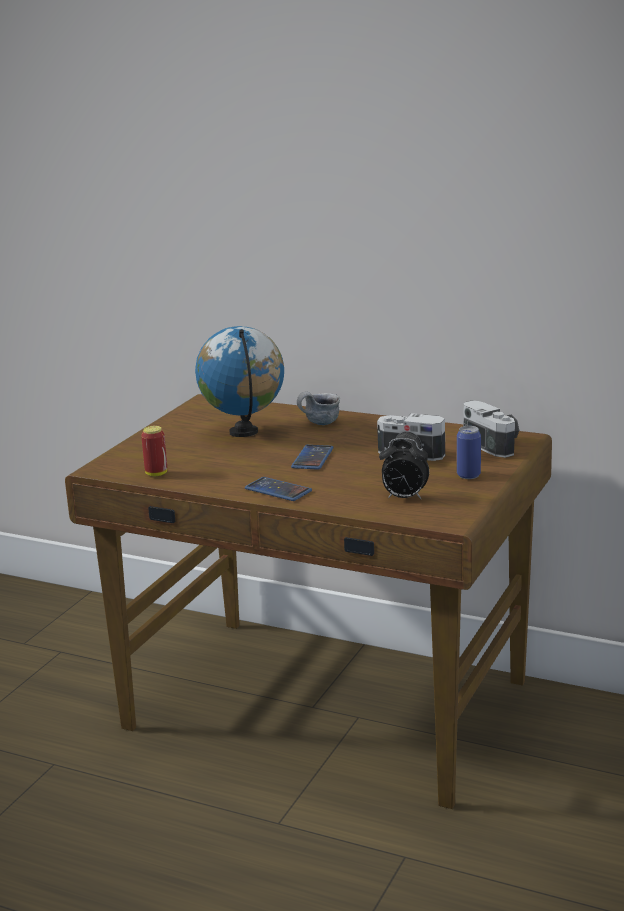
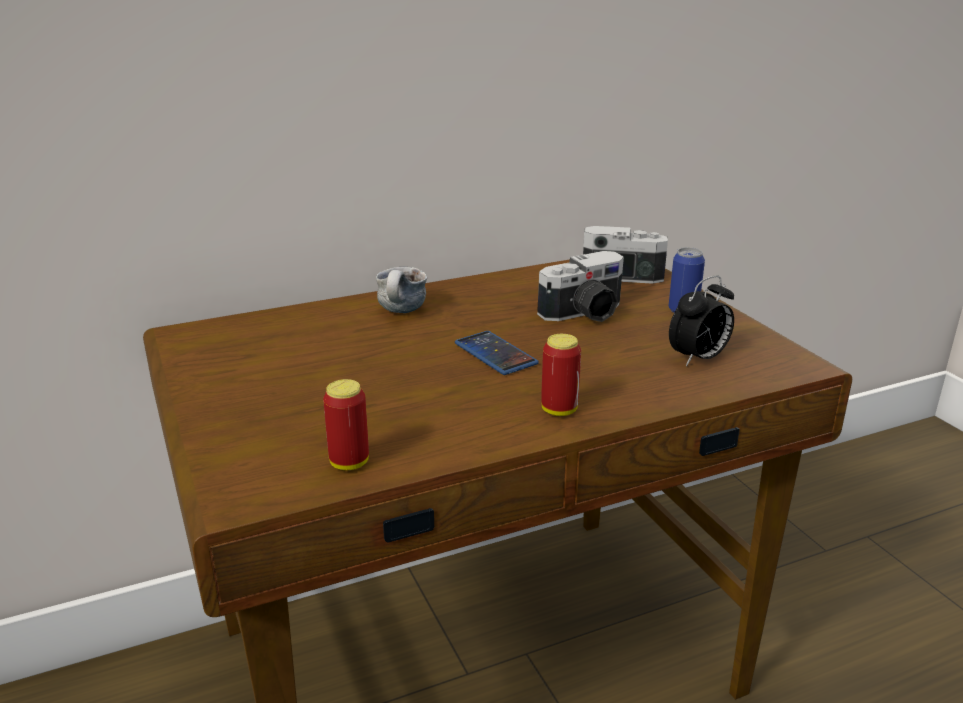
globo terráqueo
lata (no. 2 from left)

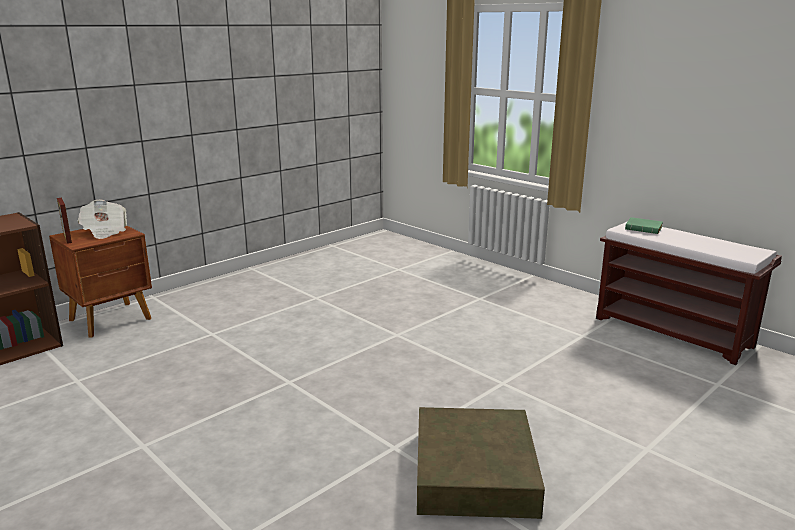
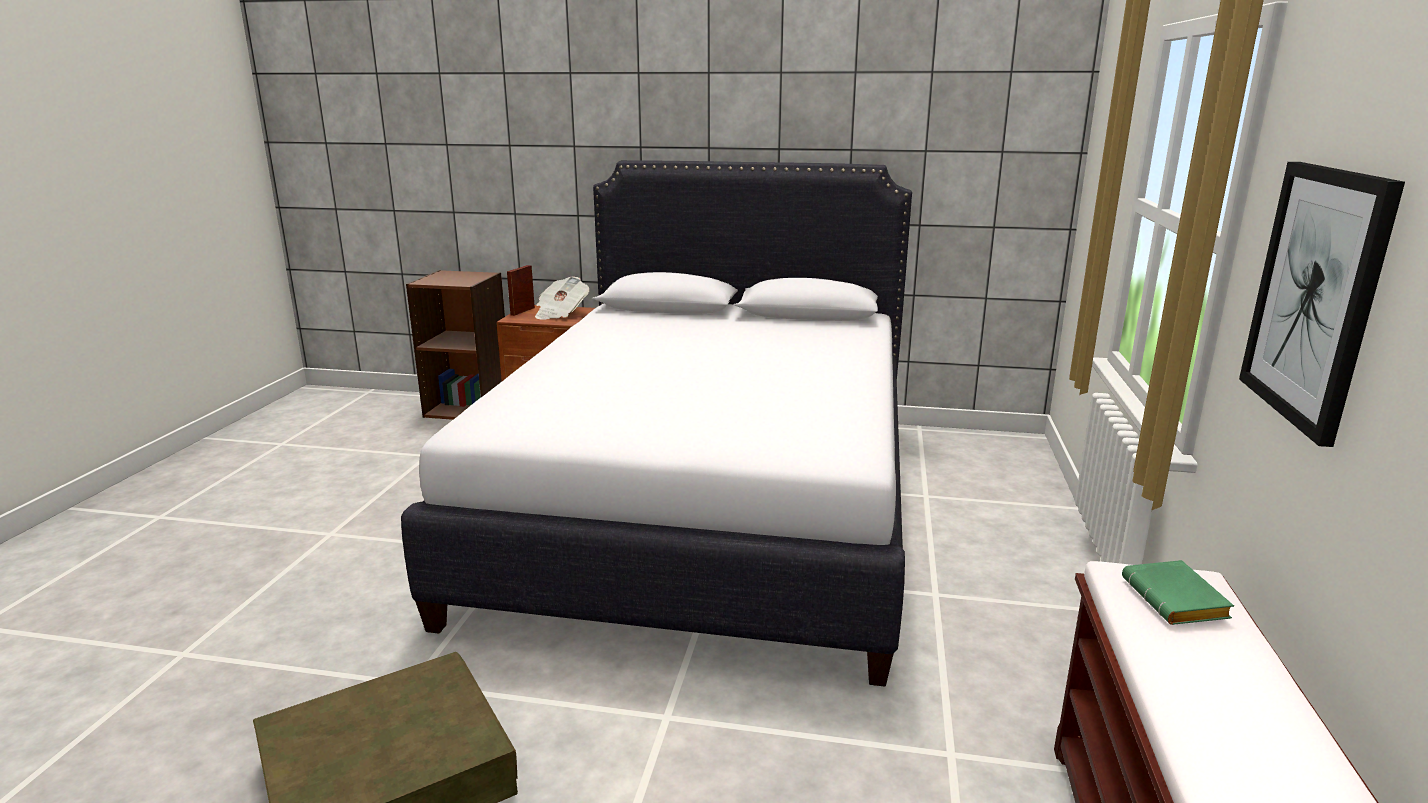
cama (blanco)
cuadro

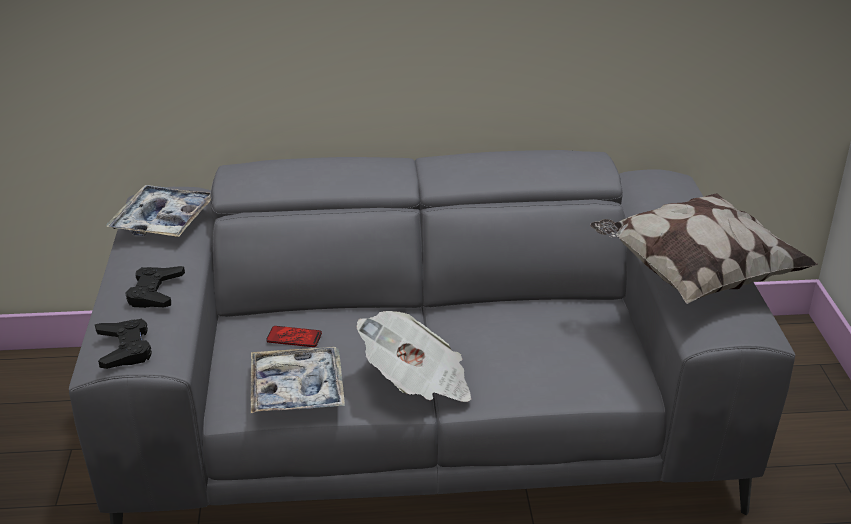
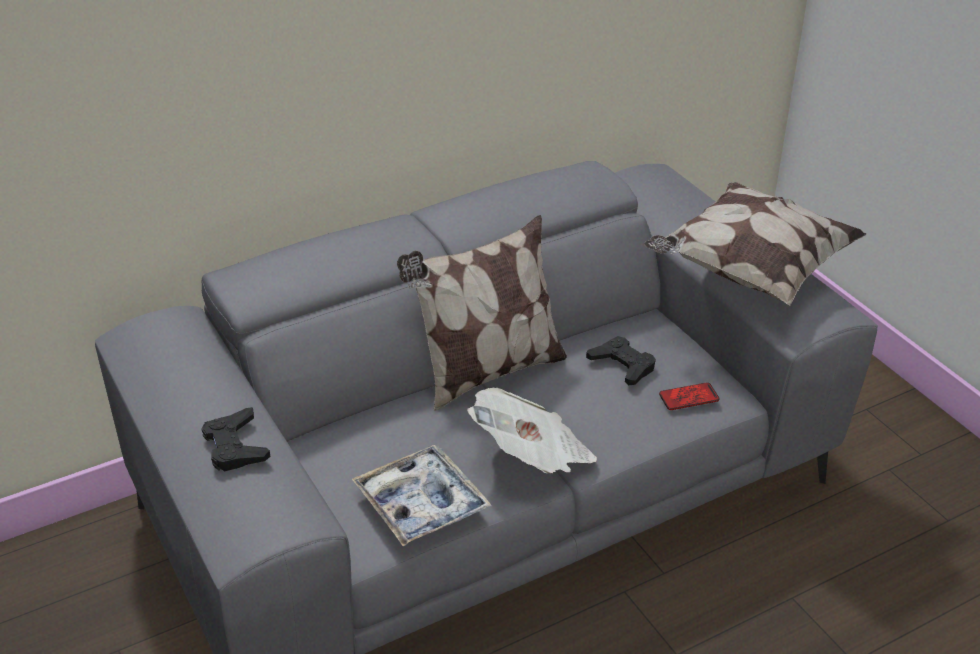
bandeja (no. 1 from left in the first image)
mando de consola (negro) (no. 2 from left)
móvil
cojín (no. 1 from left)

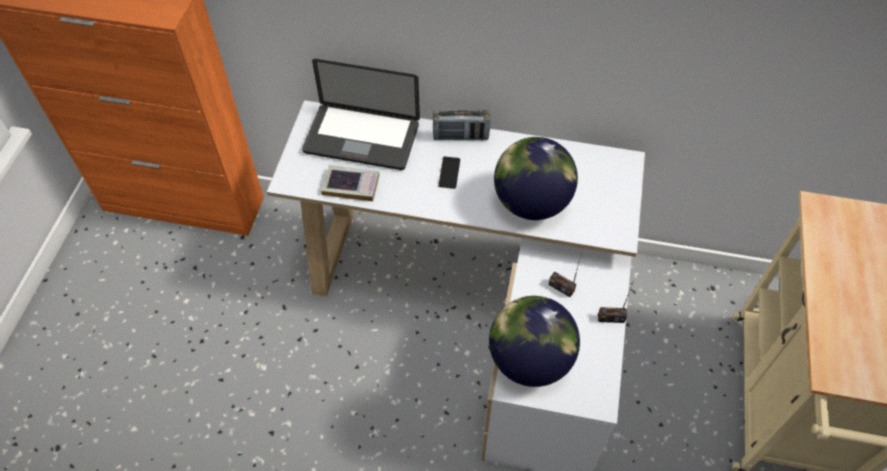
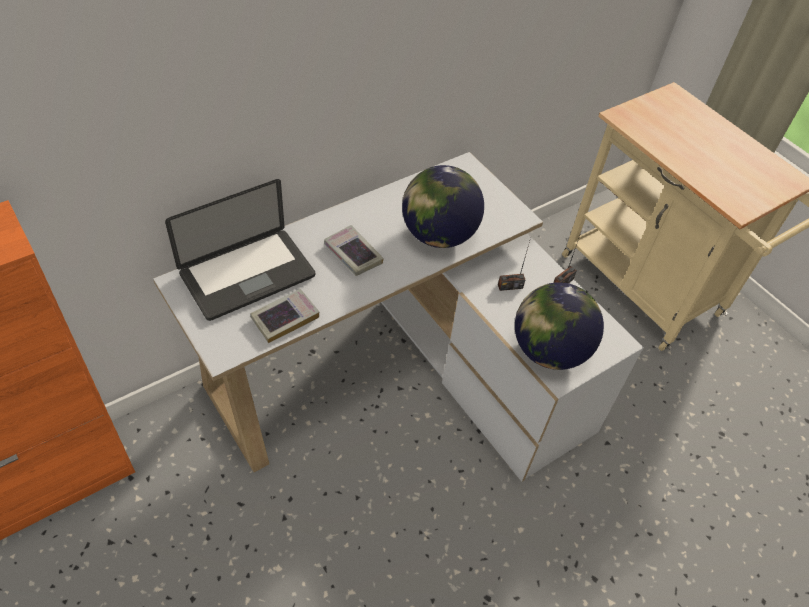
radio (no. 1 from left in the first image)
libro (no. 2 from left)

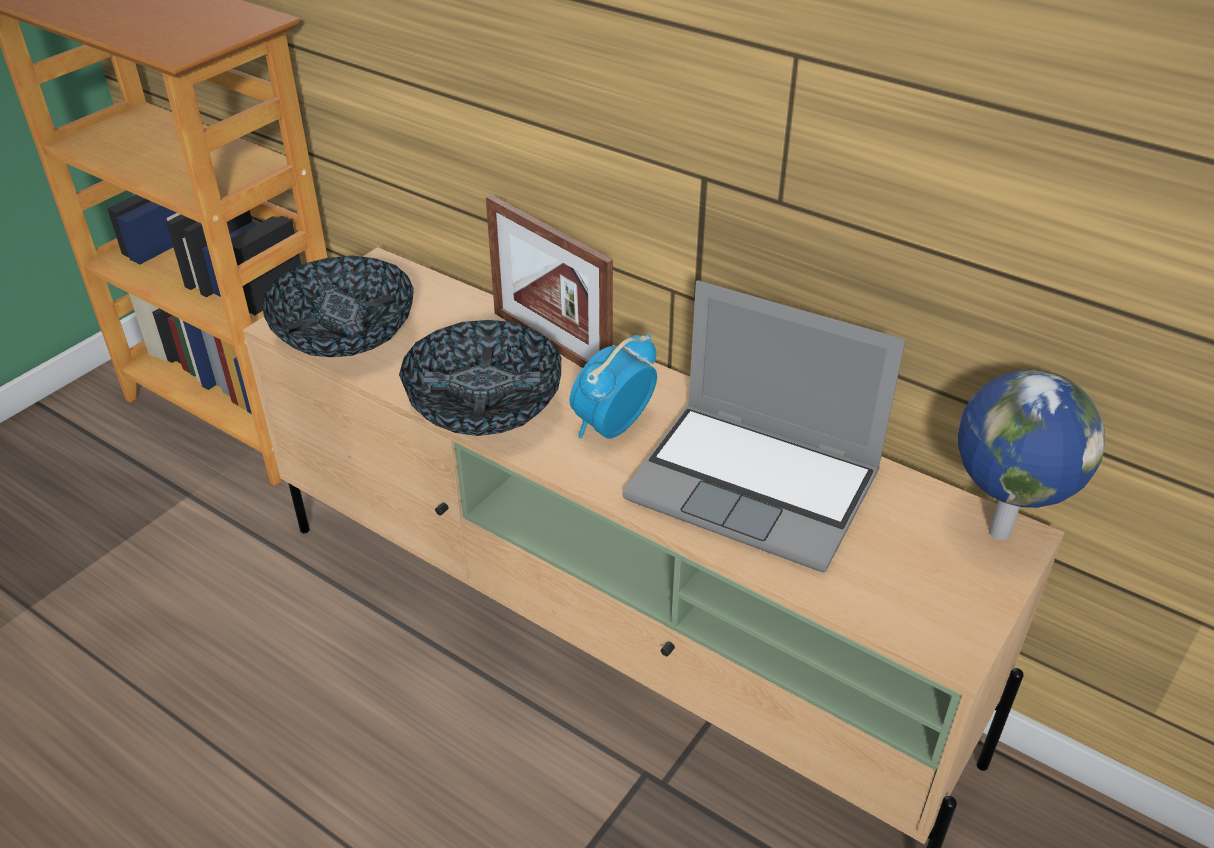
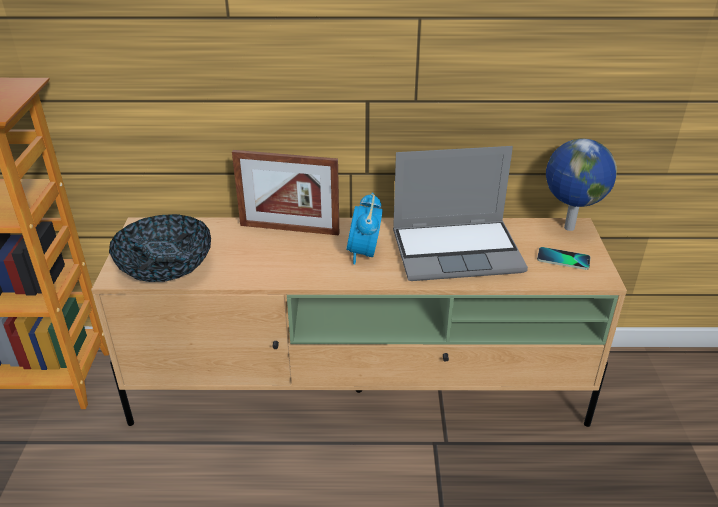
cuenco (no. 2 from left in the first image)
móvil

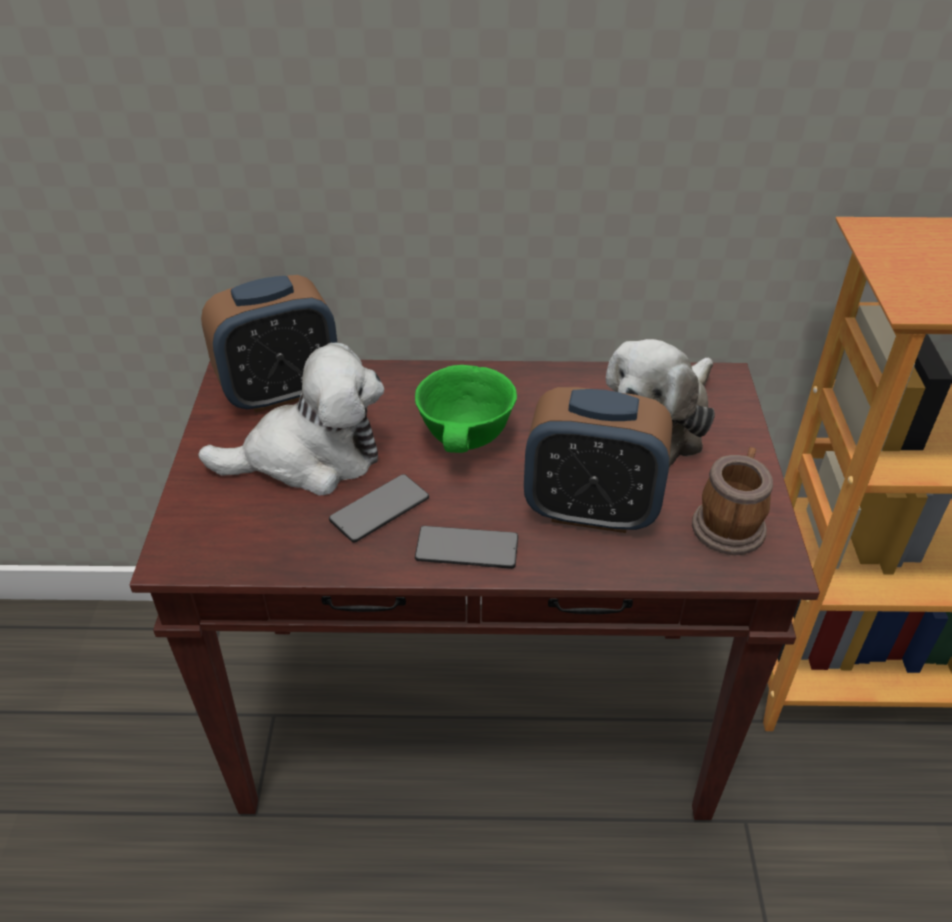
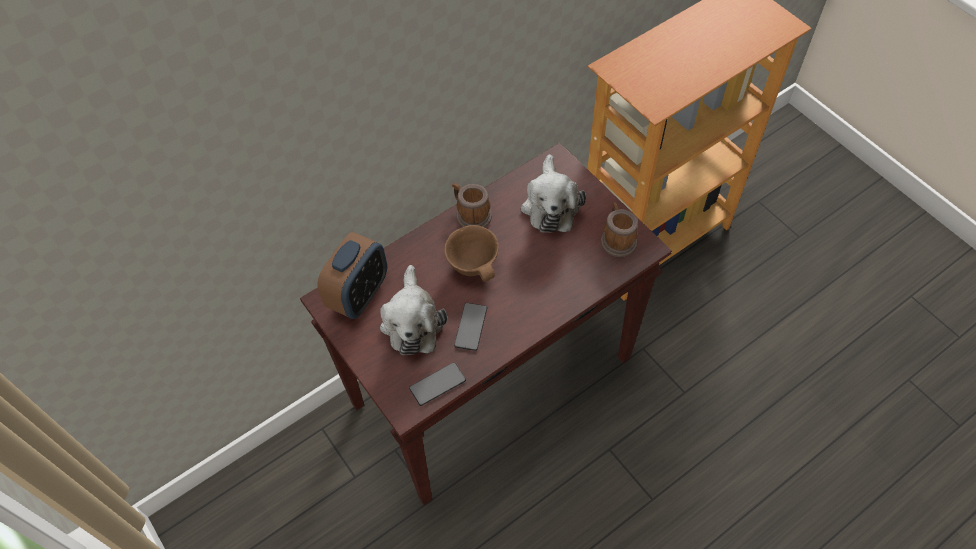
peluche (no. 1 from left)
cuenco (marrón)
despertador (no. 2 from left in the first image)
móvil (no. 1 from left)
taza grande (no. 1 from left)

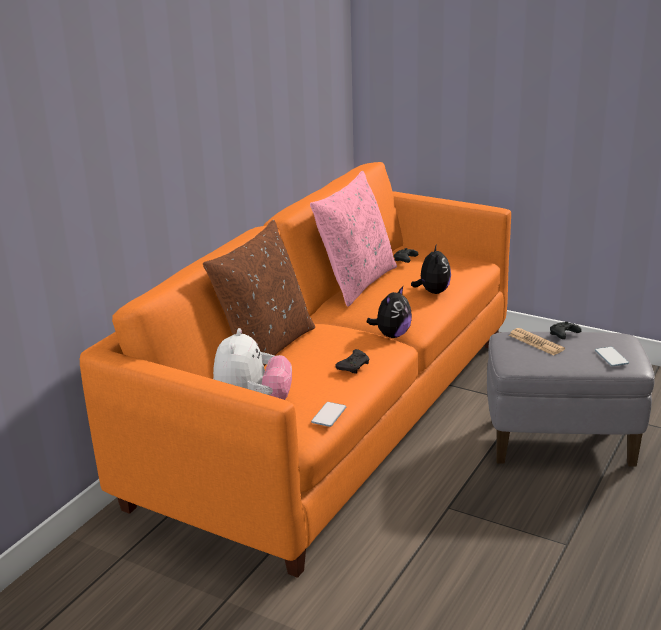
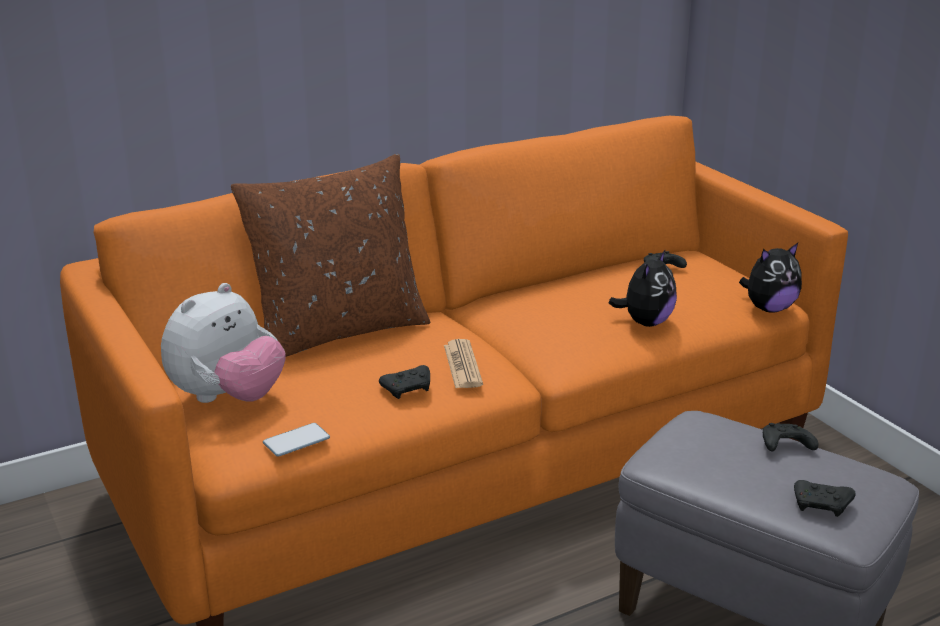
cojín (rosa)
peluche (no. 3 from left)
periódico
mando de consola (negro) (no. 4 from left)

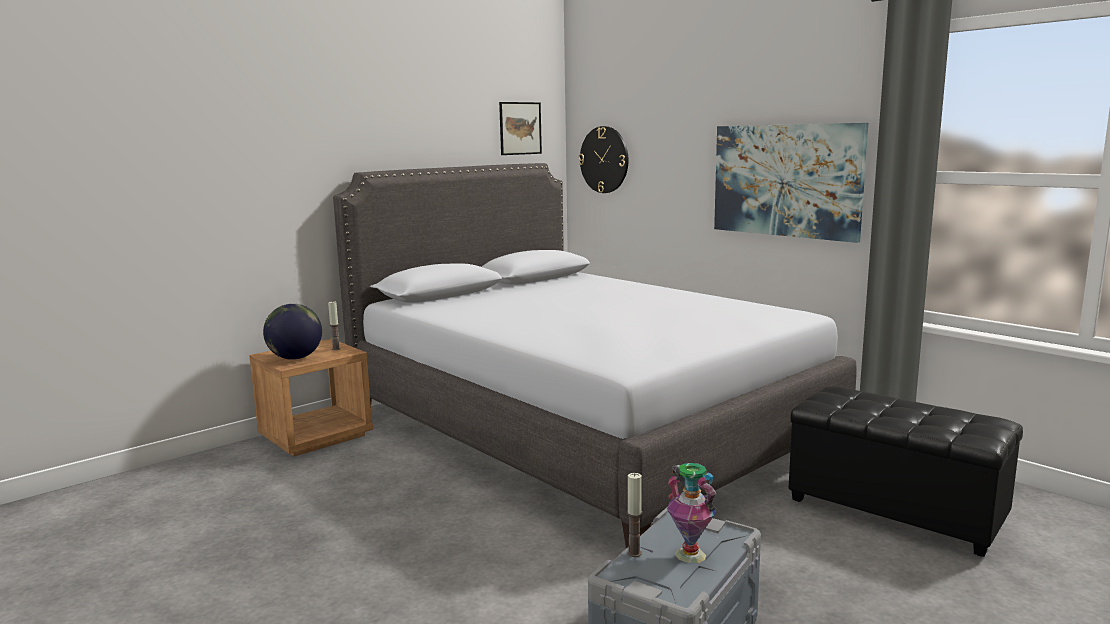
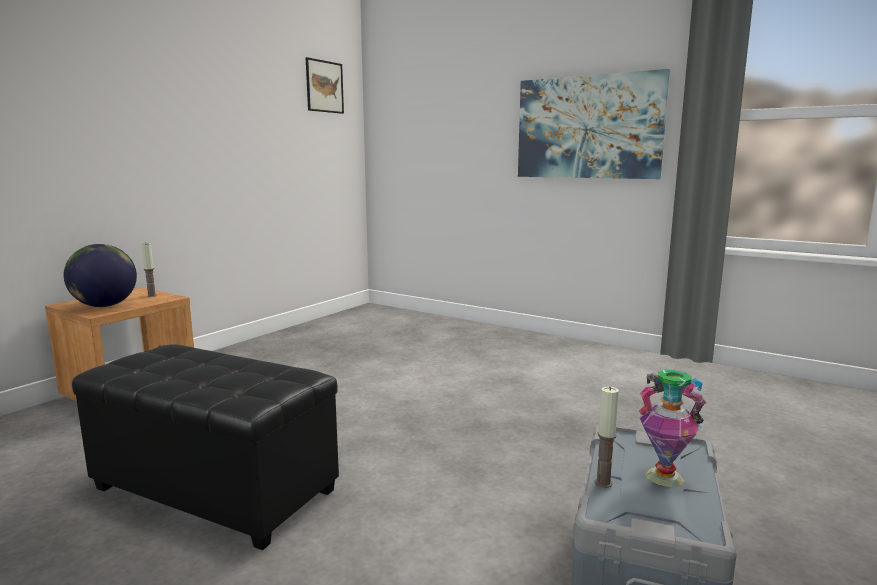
reloj de pared
cama (gris)
puf (negro)

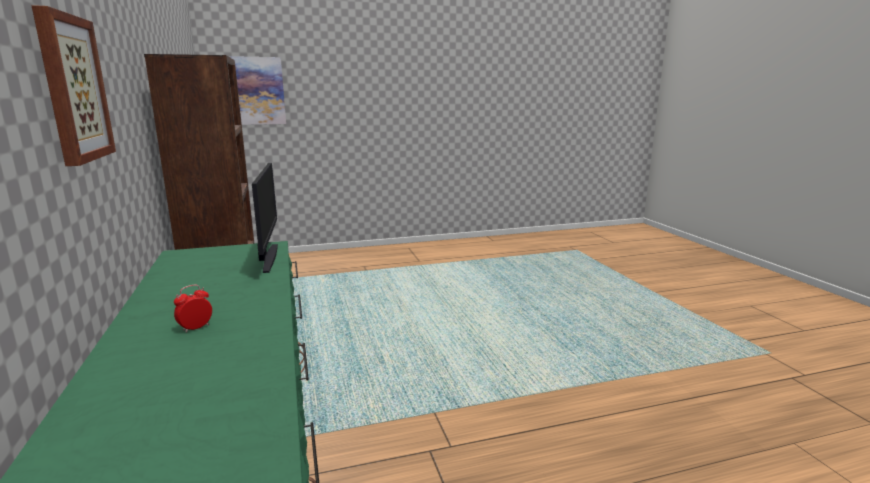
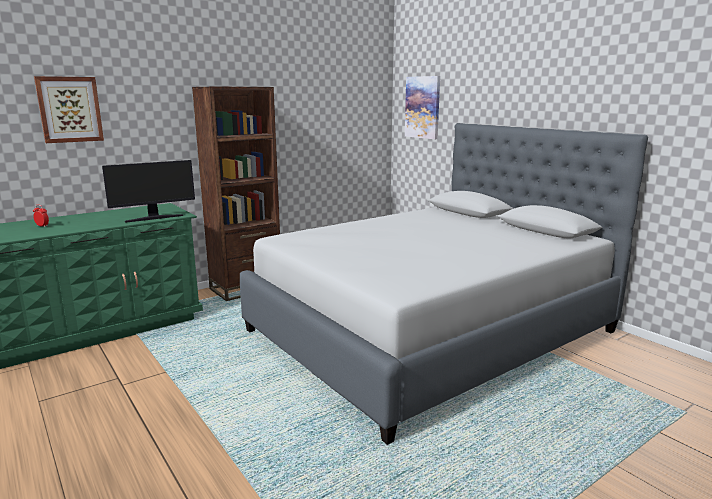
cama (gris)

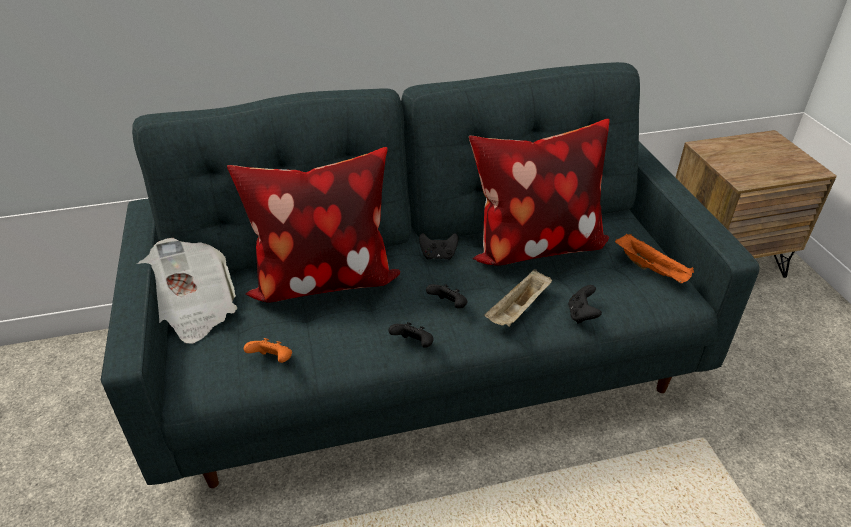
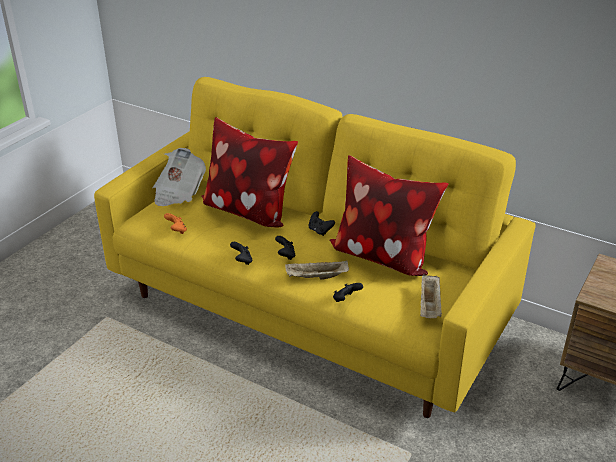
sofá (amarillo)
bandeja (beis) (no. 2 from left)

